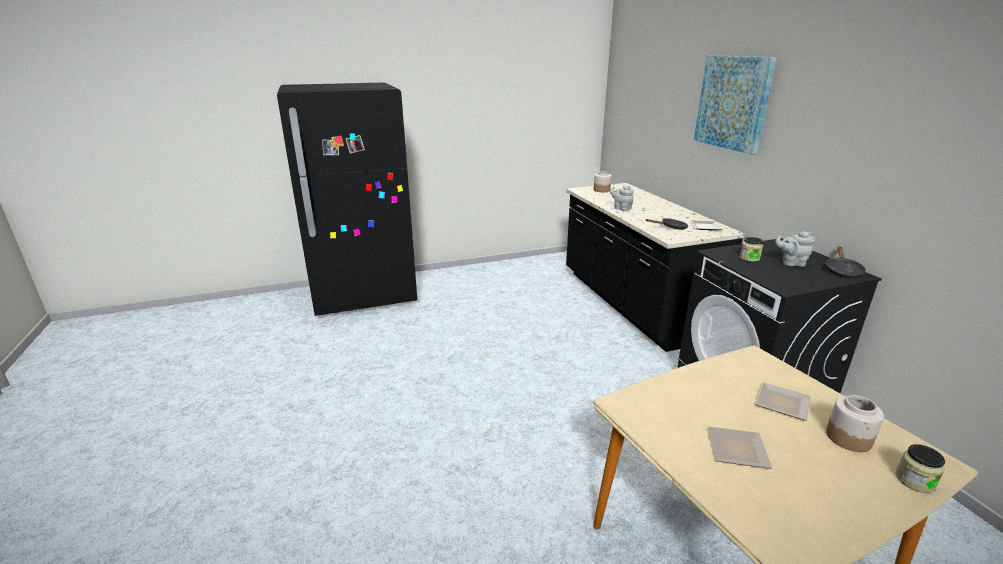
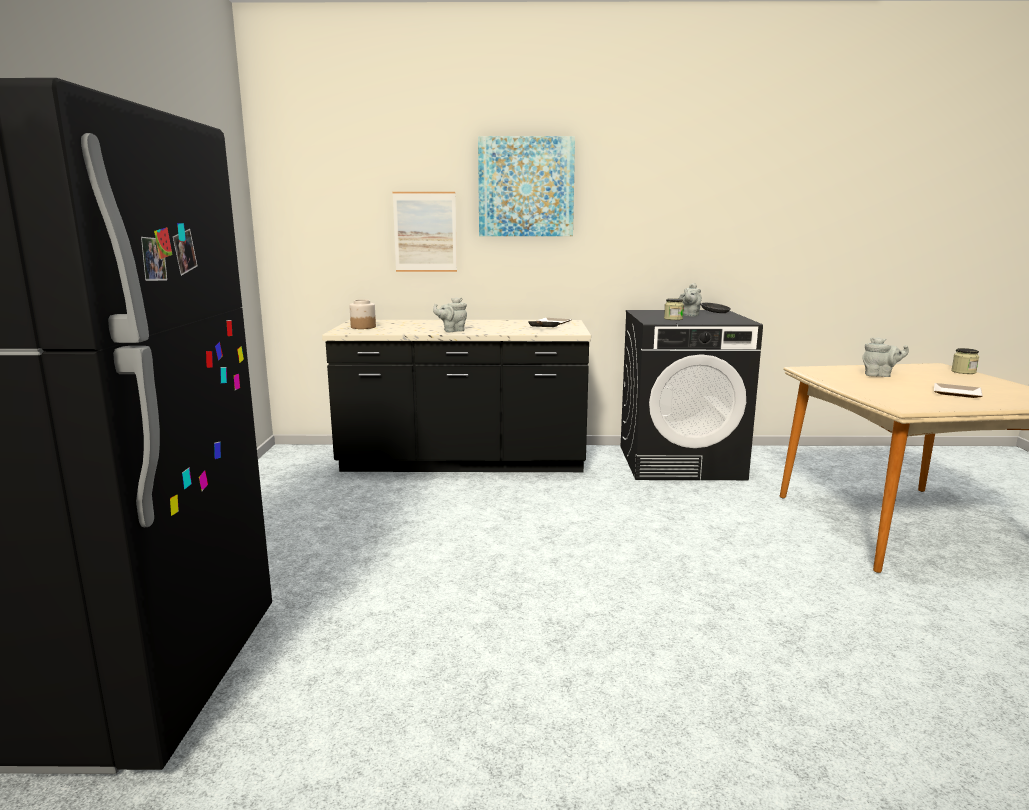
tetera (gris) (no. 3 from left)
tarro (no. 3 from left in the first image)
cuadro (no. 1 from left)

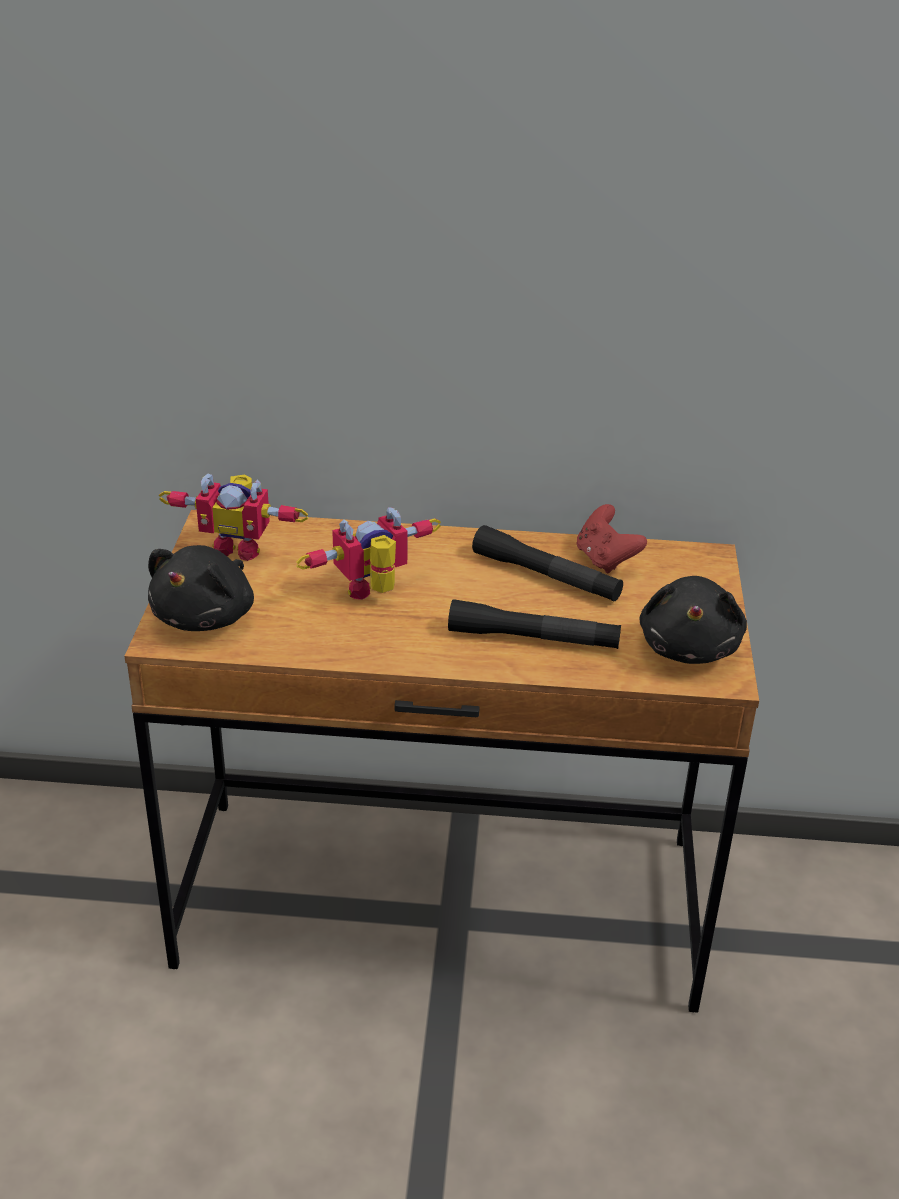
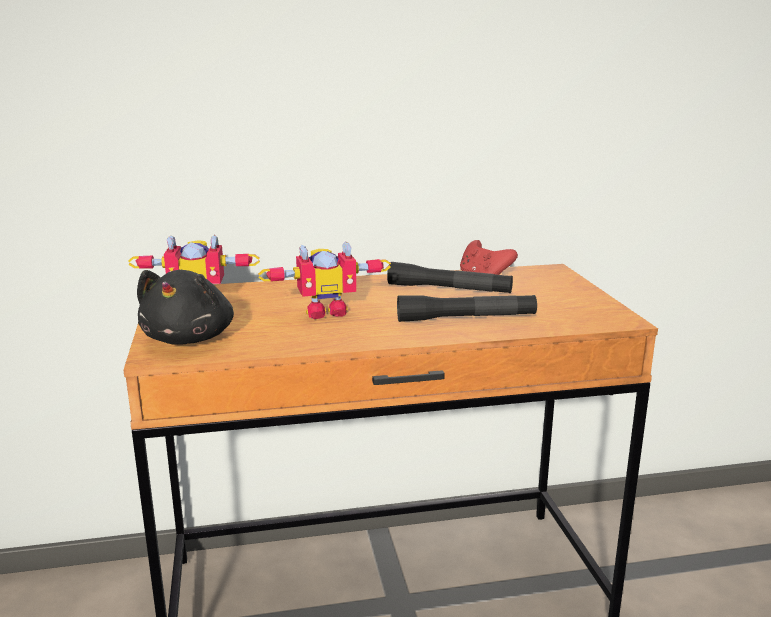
robot de juguete (no. 2 from left)
peluche (negro) (no. 2 from left in the first image)

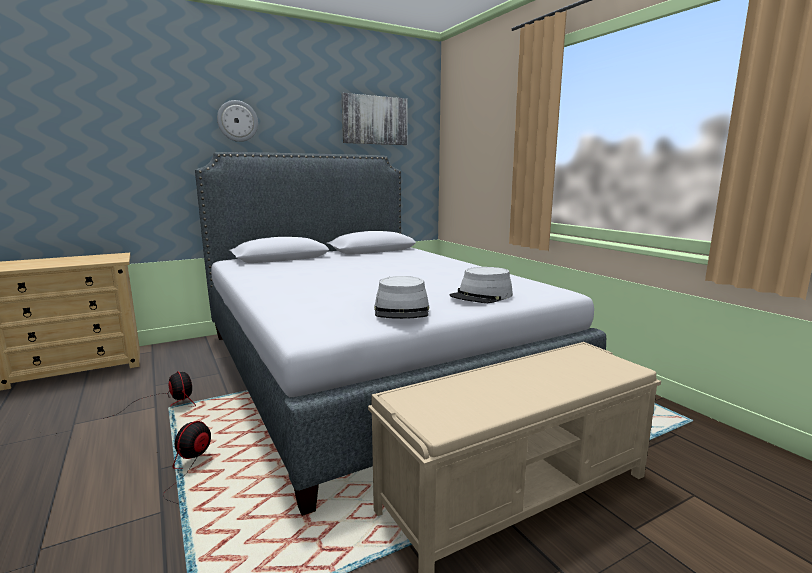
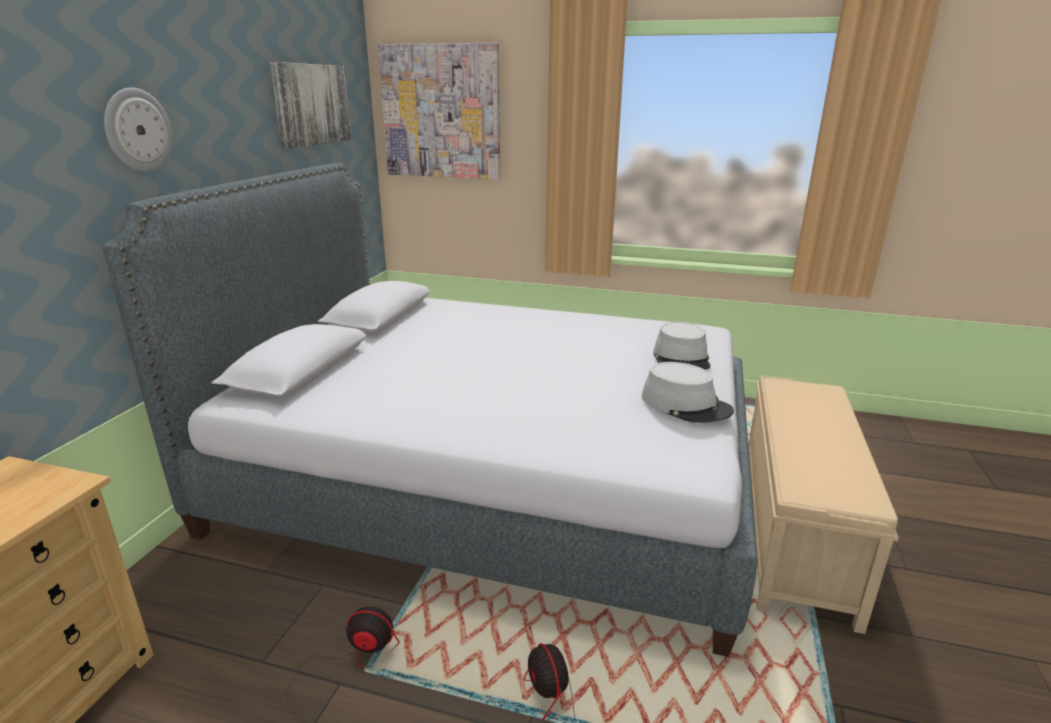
cuadro (no. 2 from left)

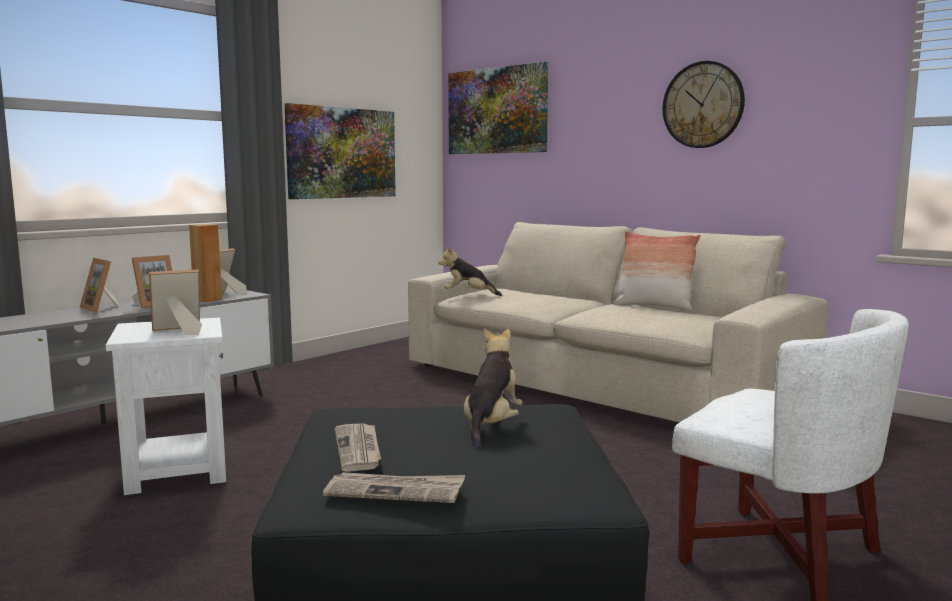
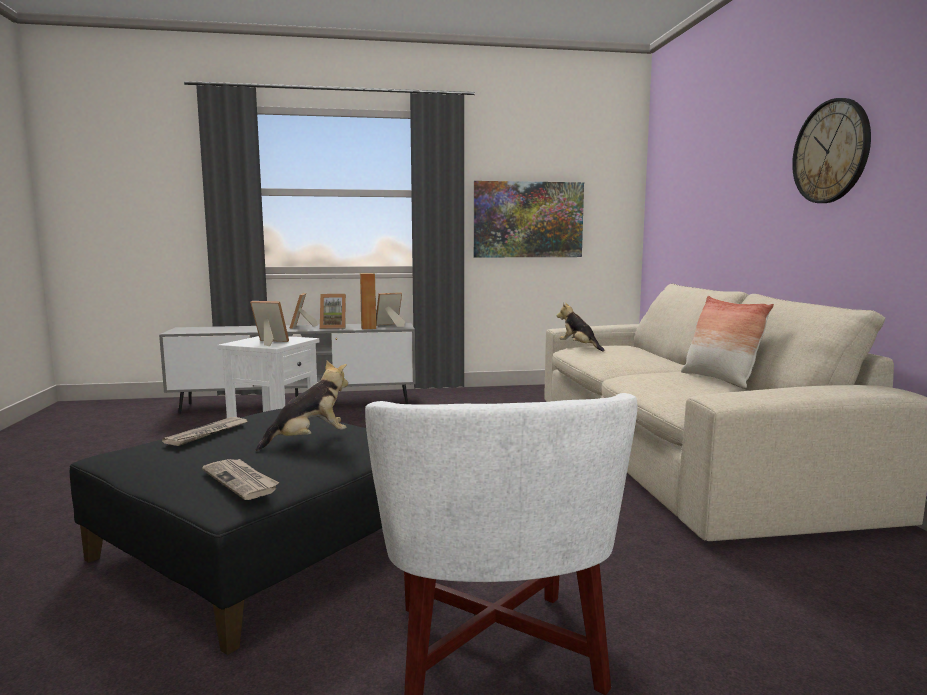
cuadro (no. 2 from left in the first image)
periódico (no. 2 from left)

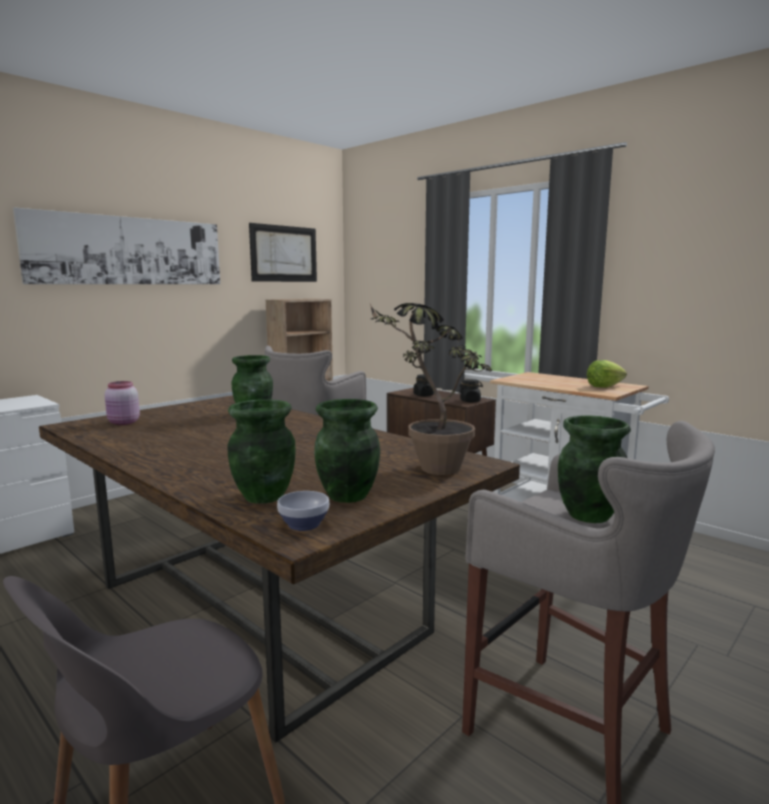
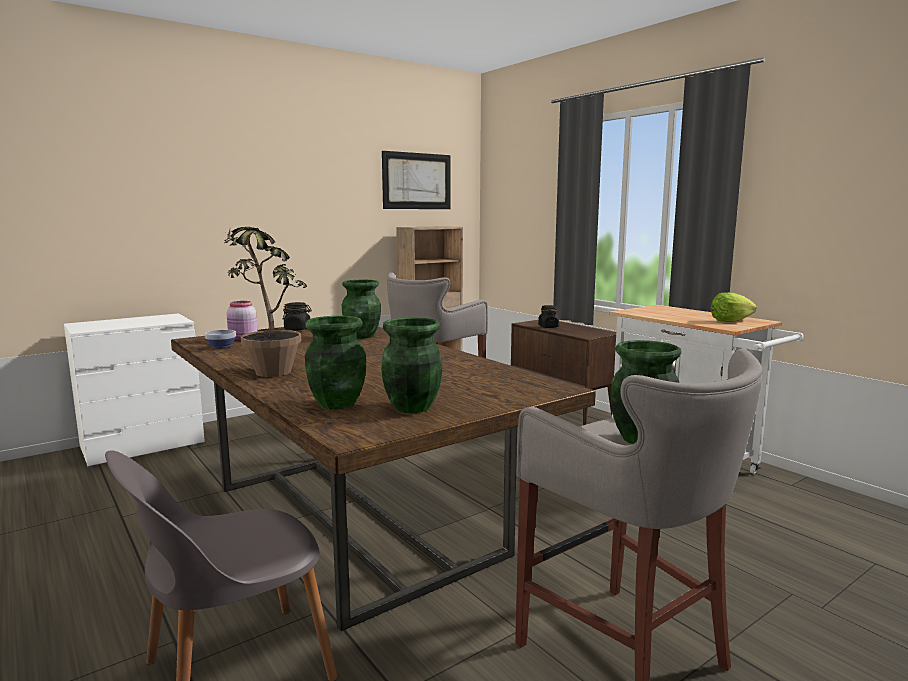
cuadro (no. 1 from left in the first image)
planta en maceta
tarro (negro) (no. 1 from left)
cuenco

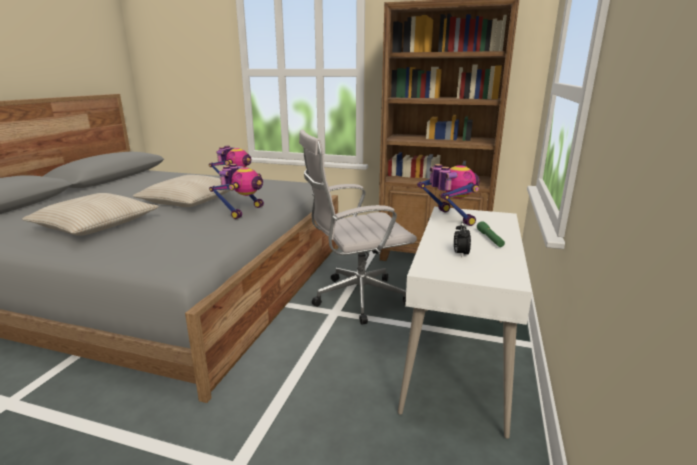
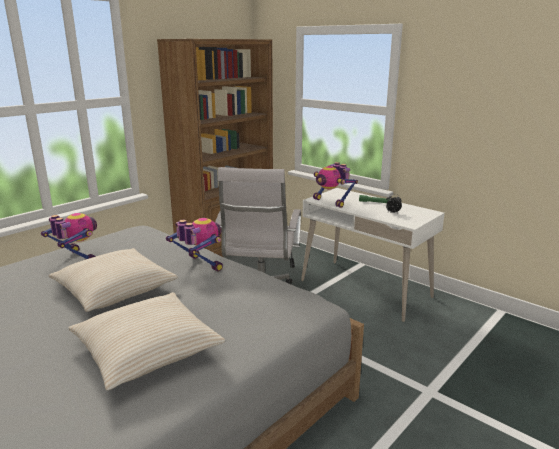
robot de juguete (no. 3 from left)

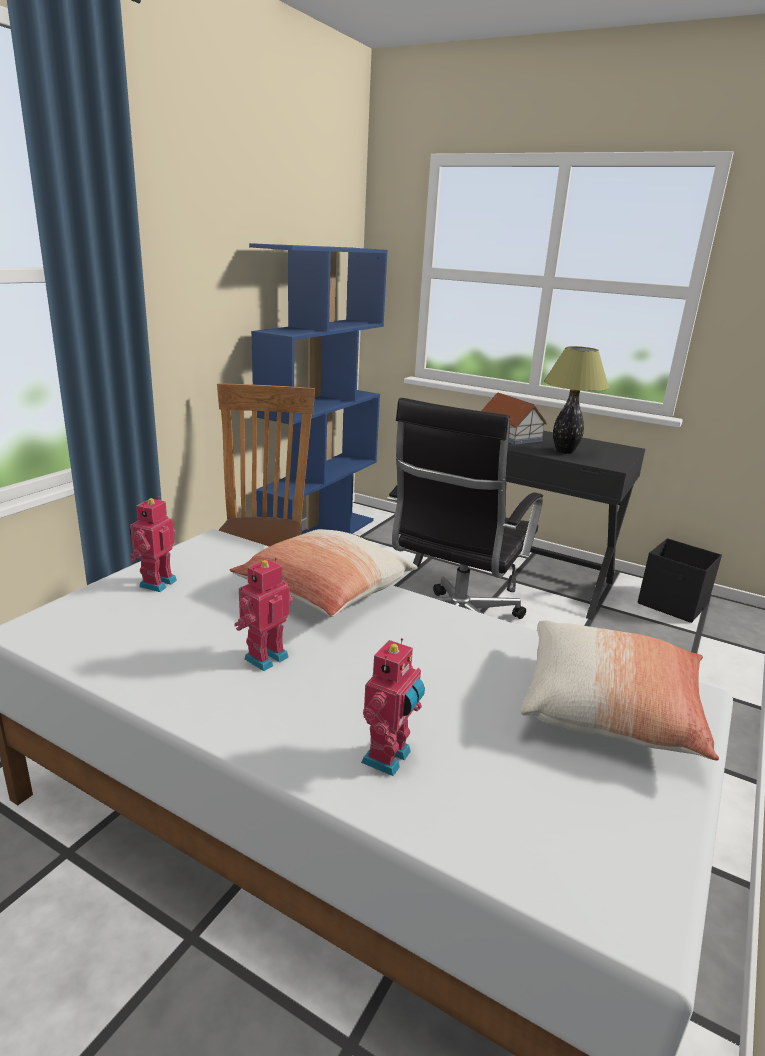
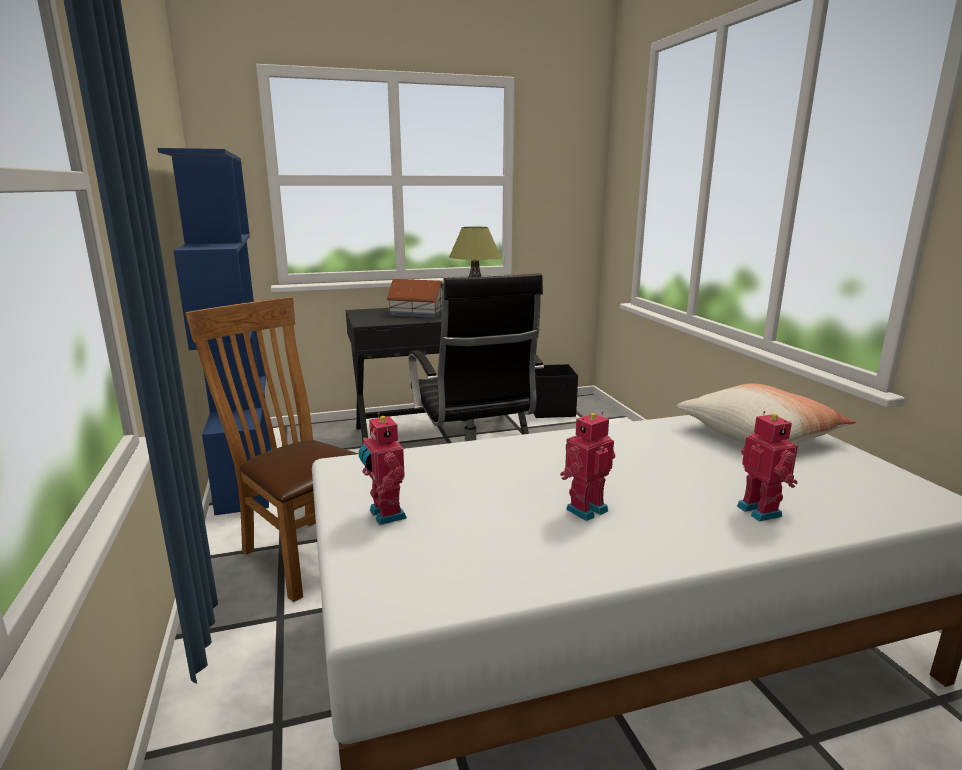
cojín (no. 1 from left in the first image)
robot de juguete (no. 2 from left)

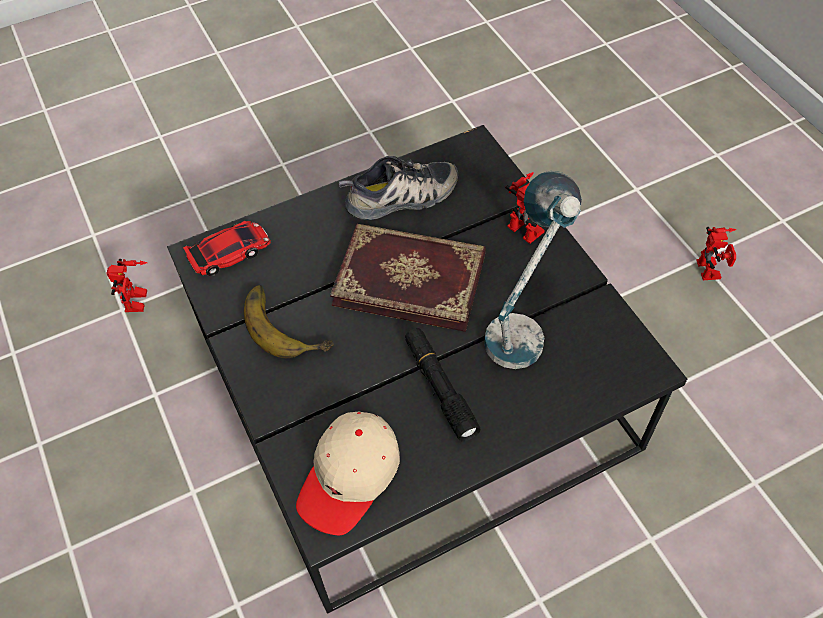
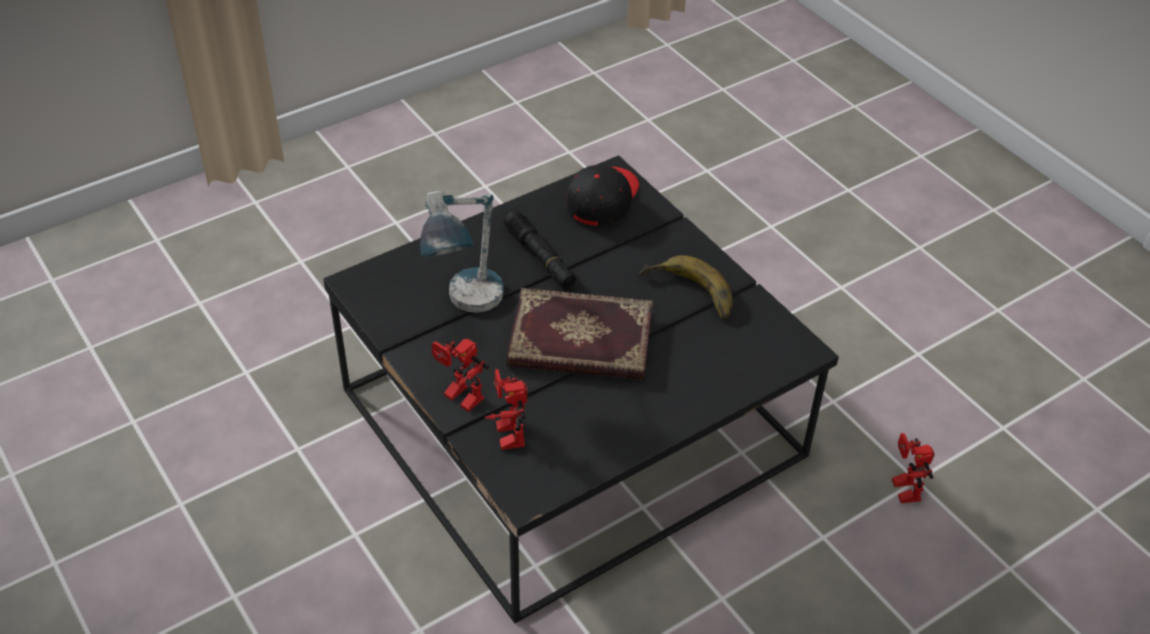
zapato
coche de juguete
robot de juguete (no. 2 from left)
gorra (negro)

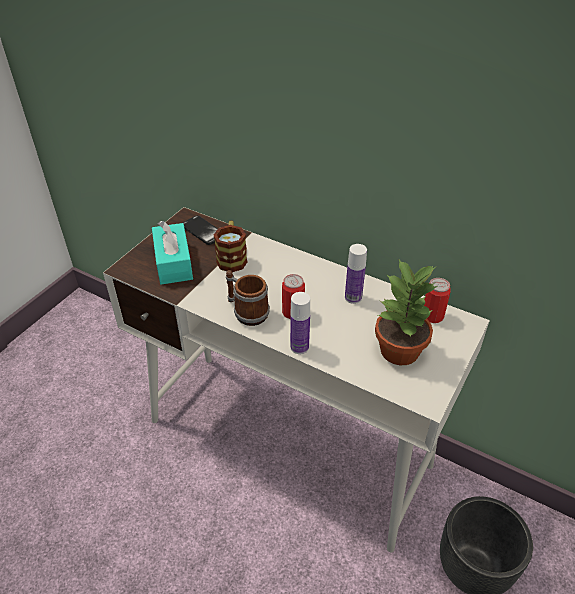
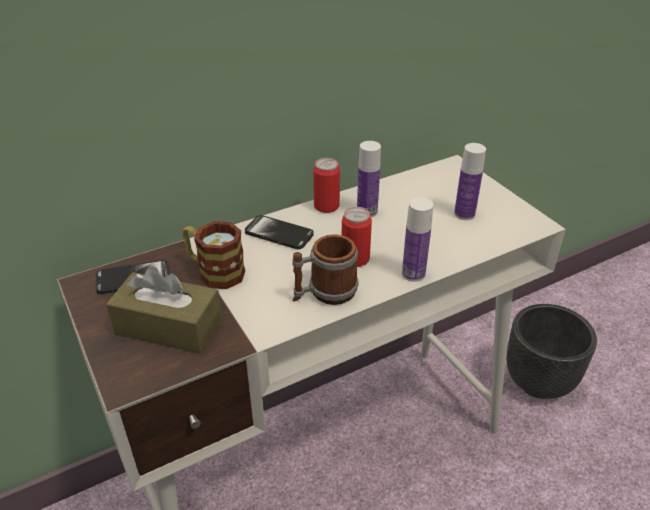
caja de pañuelos (marrón)
botella (no. 3 from left)
lata (no. 1 from left)
móvil (no. 2 from left)

